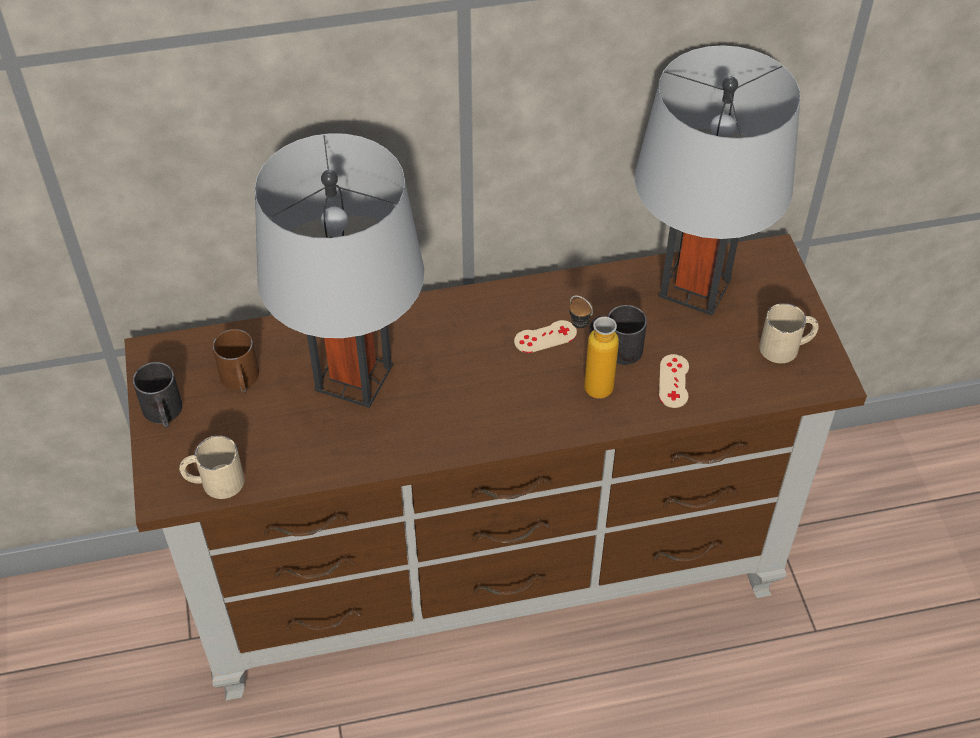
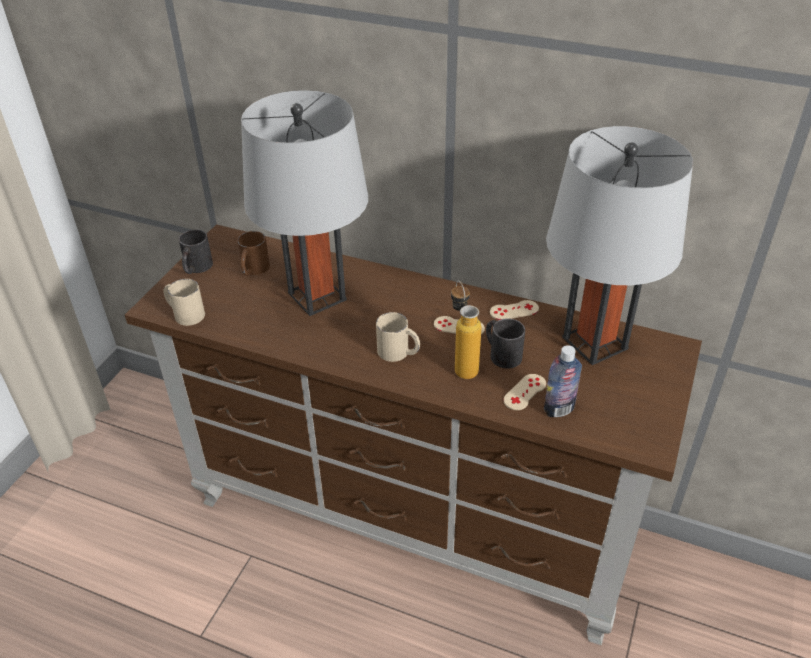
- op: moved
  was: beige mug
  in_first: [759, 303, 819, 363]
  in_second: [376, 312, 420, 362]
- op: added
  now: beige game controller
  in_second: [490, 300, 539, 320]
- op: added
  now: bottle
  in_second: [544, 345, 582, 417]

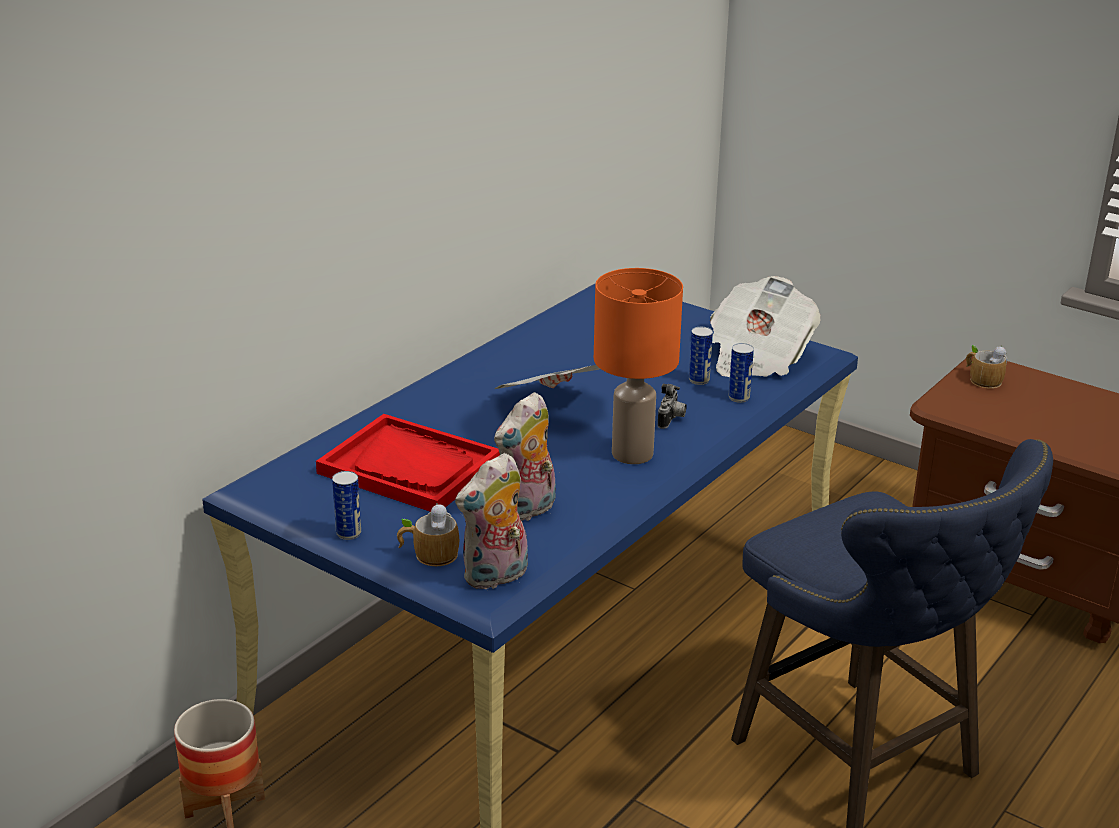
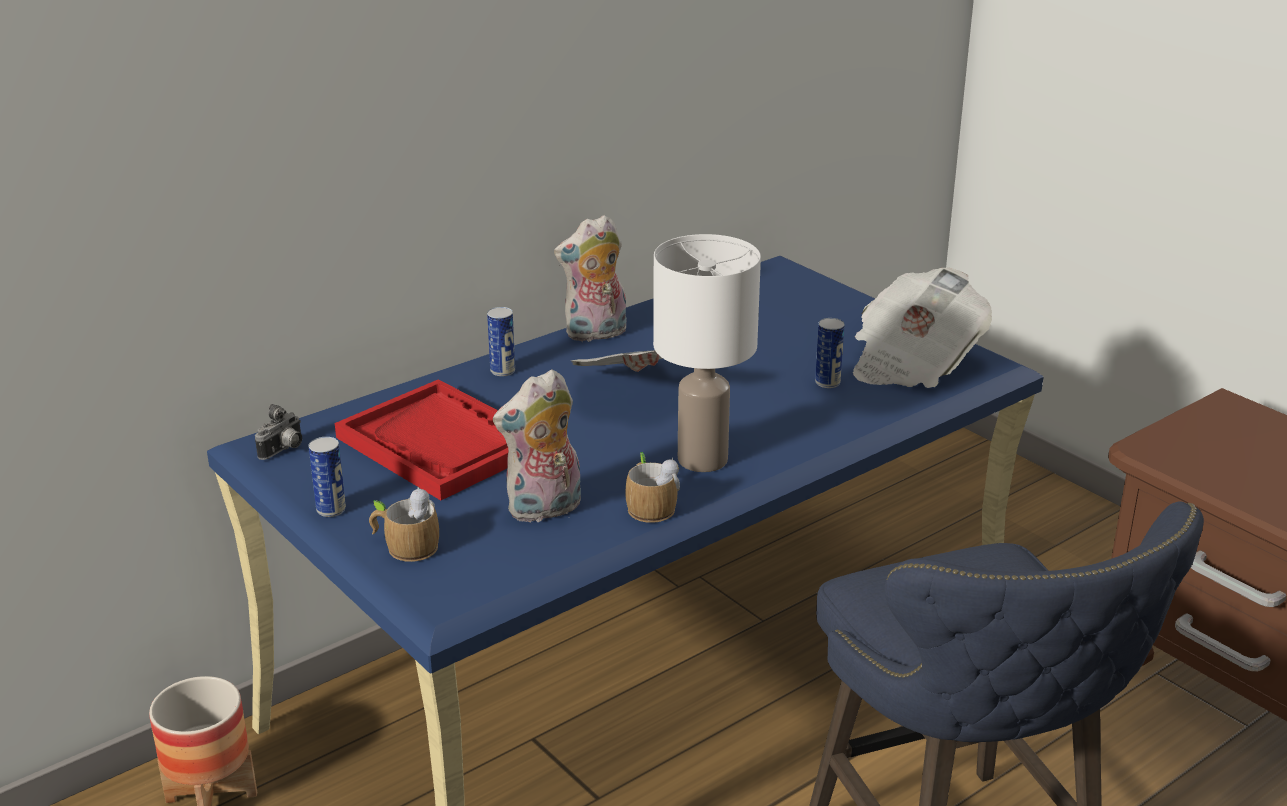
- op: moved
  was: plush toy
  in_first: [455, 453, 528, 591]
  in_second: [554, 215, 627, 342]
- op: recoloured
  was: orange table lamp
  now: white table lamp
  in_first: [594, 268, 683, 464]
  in_second: [653, 234, 761, 472]
- op: moved
  was: photo camera
  in_first: [658, 384, 687, 429]
  in_second: [255, 404, 302, 460]
- op: moved
  was: can
  in_first: [728, 343, 754, 403]
  in_second: [487, 307, 515, 376]
- op: moved
  was: mug
  in_first: [966, 345, 1008, 389]
  in_second: [625, 452, 680, 523]

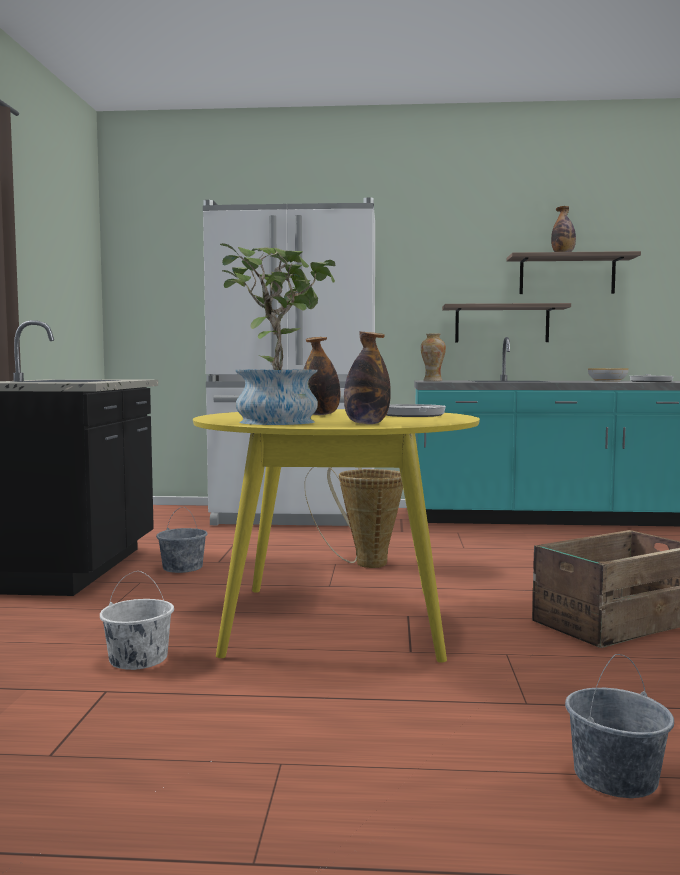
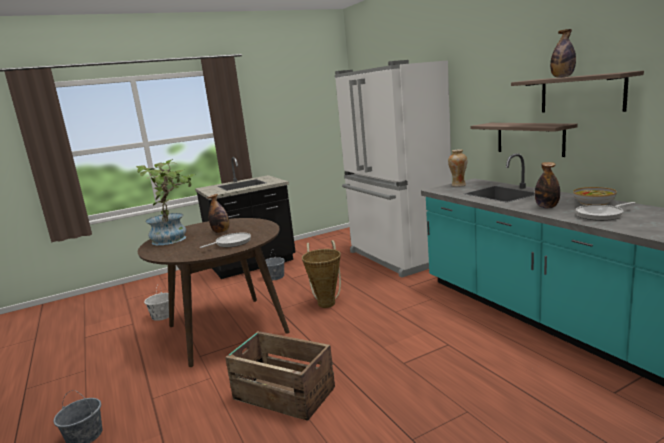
- op: recoloured
  was: yellow dining table
  now: brown dining table
  in_first: [193, 409, 480, 663]
  in_second: [138, 218, 290, 367]
- op: moved
  was: bottle
  in_first: [344, 331, 391, 424]
  in_second: [535, 162, 560, 208]

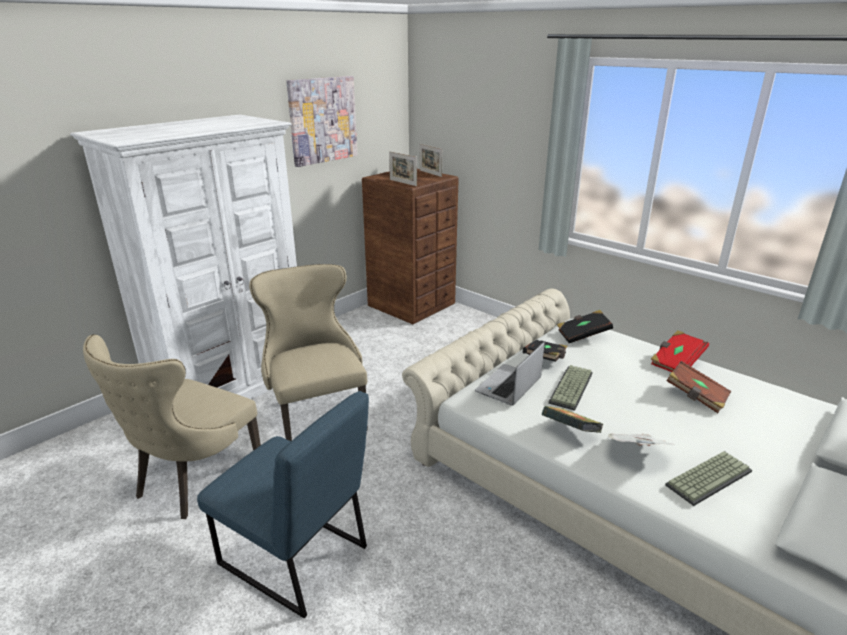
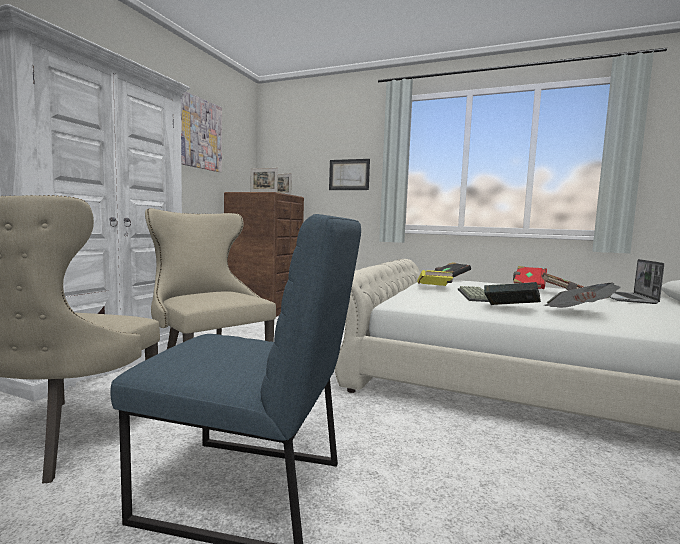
- op: moved
  was: laptop
  in_first: [475, 342, 545, 406]
  in_second: [609, 259, 664, 304]
- op: recoloured
  was: black book
  now: yellow book
  in_first: [523, 340, 568, 362]
  in_second: [417, 270, 454, 286]
- op: removed
  was: keyboard
  in_first: [665, 451, 752, 506]
- op: added
  now: picture
  in_second: [329, 159, 370, 190]

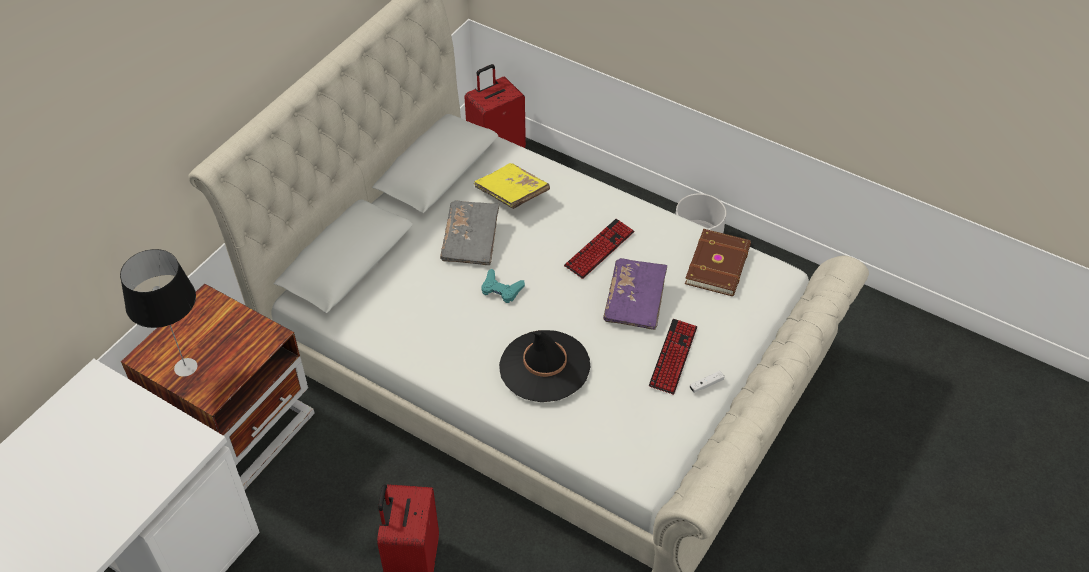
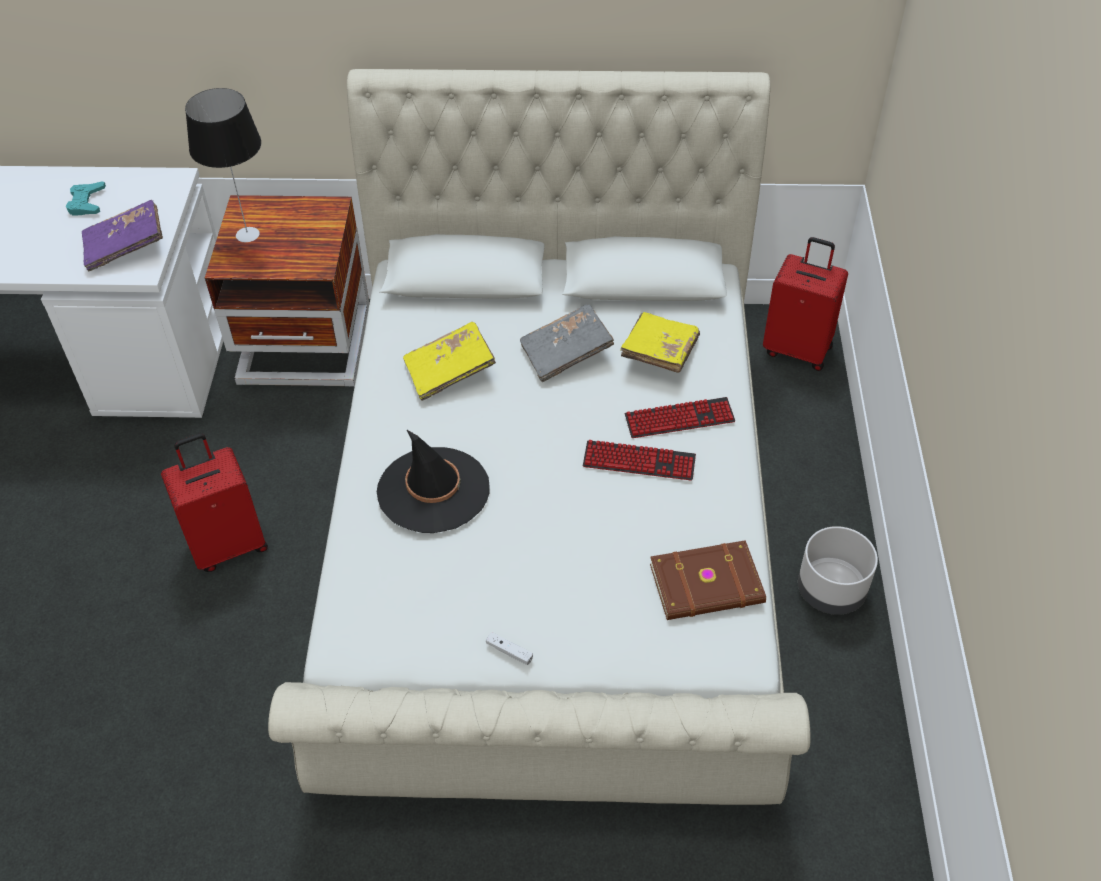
- op: moved
  was: turquoise game controller
  in_first: [481, 268, 525, 303]
  in_second: [66, 182, 106, 216]
- op: moved
  was: purple book
  in_first: [603, 258, 667, 330]
  in_second: [82, 200, 163, 272]
- op: moved
  was: keyboard
  in_first: [649, 319, 697, 395]
  in_second: [624, 397, 735, 438]
- op: added
  now: yellow book
  in_second: [403, 322, 496, 401]

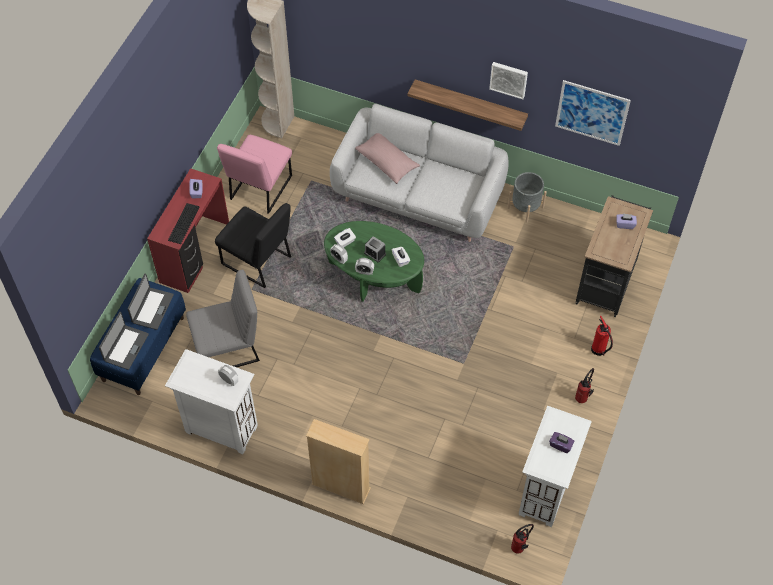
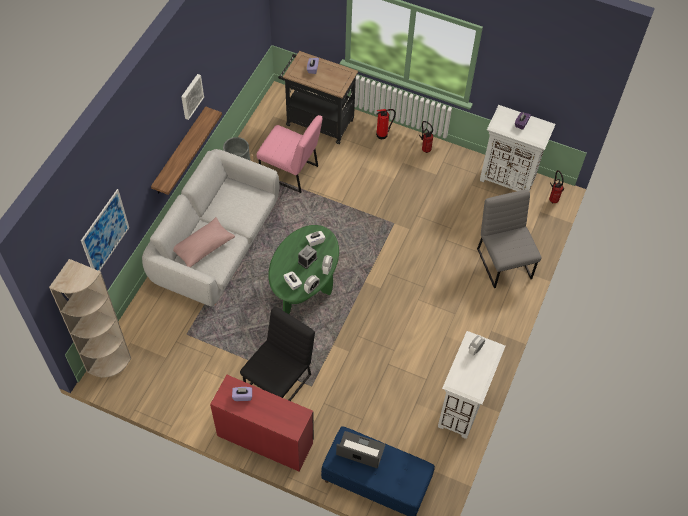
- op: removed
  was: laptop
  in_first: [99, 312, 149, 370]
- op: removed
  was: keyboard
  in_first: [168, 203, 199, 244]
- op: moved
  was: grey chair
  in_first: [186, 269, 260, 367]
  in_second: [477, 189, 541, 288]
- op: moved
  was: pink chair
  in_first: [217, 135, 292, 214]
  in_second: [257, 115, 323, 193]
- op: removed
  was: beige bookcase
  in_first: [306, 419, 371, 504]
- op: moved
  was: picture
  in_first: [555, 80, 631, 146]
  in_second: [81, 189, 129, 271]

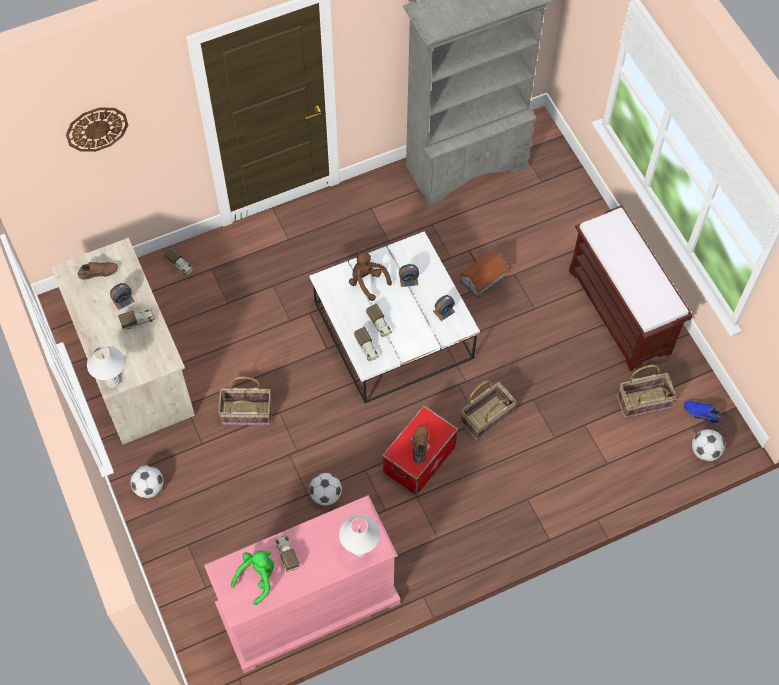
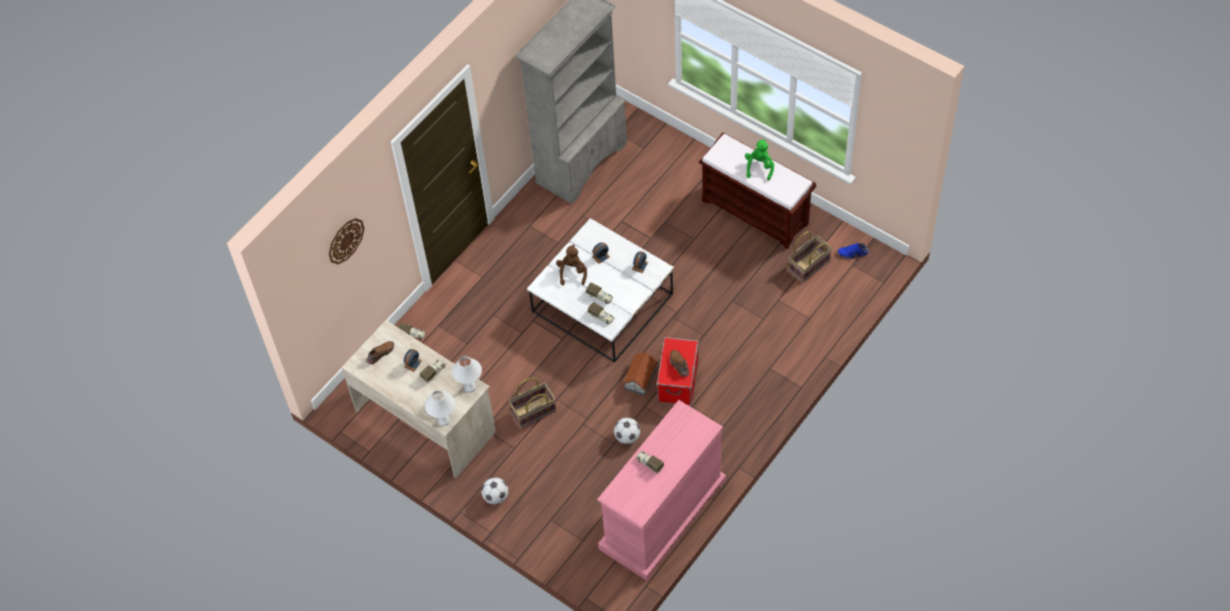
- op: moved
  was: green plush toy
  in_first: [231, 551, 274, 605]
  in_second: [745, 139, 774, 181]
- op: moved
  was: white table lamp
  in_first: [339, 515, 380, 557]
  in_second: [452, 356, 482, 392]
- op: turned
  was: brown plush toy
  in_first: [349, 252, 392, 301]
  in_second: [556, 245, 587, 285]
  clockwise: 75
- op: moved
  was: toy house
  in_first: [459, 252, 509, 298]
  in_second: [623, 352, 658, 395]
- op: removed
  was: basket
  in_first: [460, 380, 517, 441]
- op: removed
  was: football
  in_first: [692, 429, 725, 461]

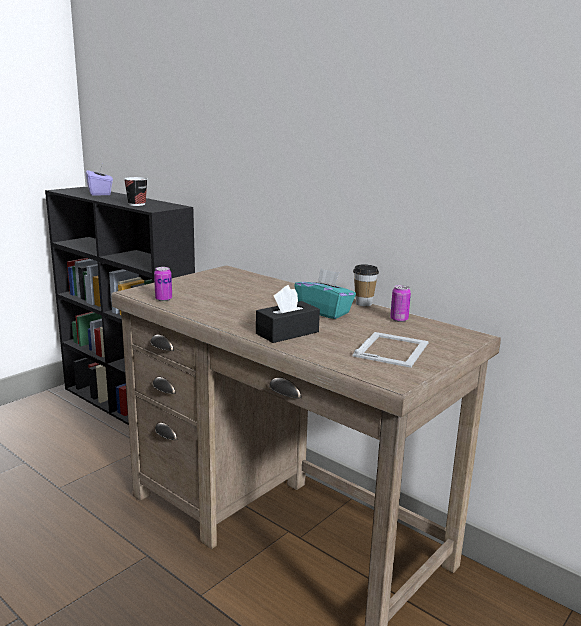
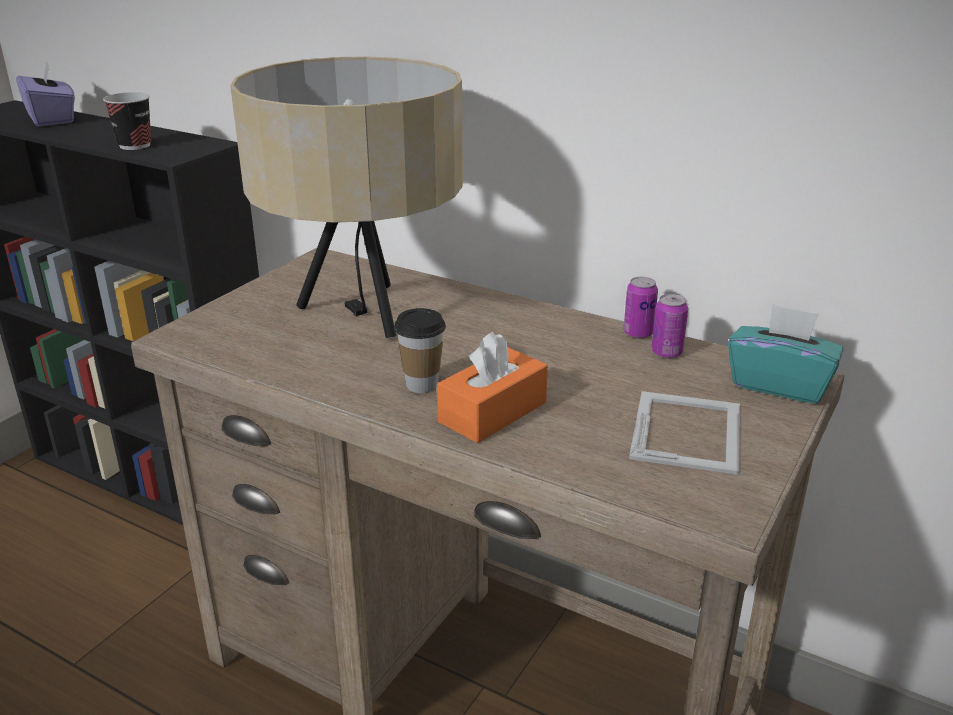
- op: moved
  was: can
  in_first: [154, 267, 172, 301]
  in_second: [624, 277, 658, 339]
- op: recoloured
  was: black tissue box
  now: orange tissue box
  in_first: [256, 285, 320, 343]
  in_second: [437, 331, 548, 443]
- op: moved
  was: turquoise tissue box
  in_first: [294, 269, 356, 319]
  in_second: [728, 304, 843, 404]
- op: moved
  was: cup
  in_first: [353, 265, 379, 306]
  in_second: [394, 308, 446, 393]
- op: added
  now: beige table lamp
  in_second: [230, 56, 463, 338]

